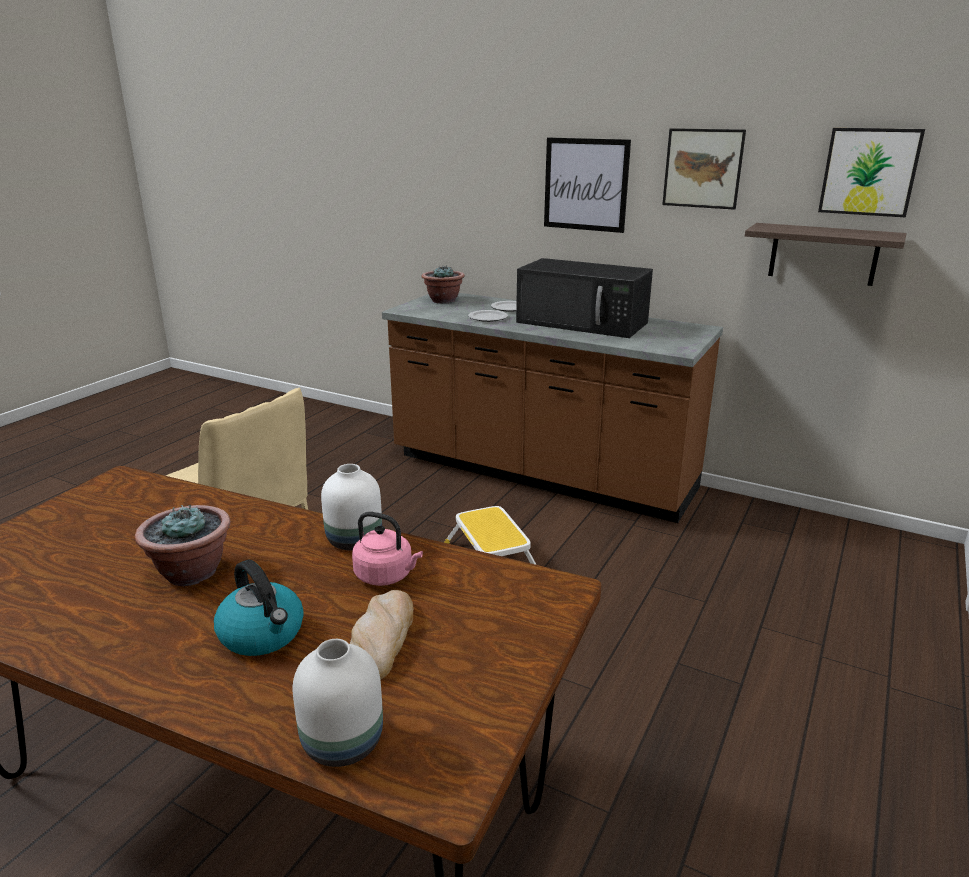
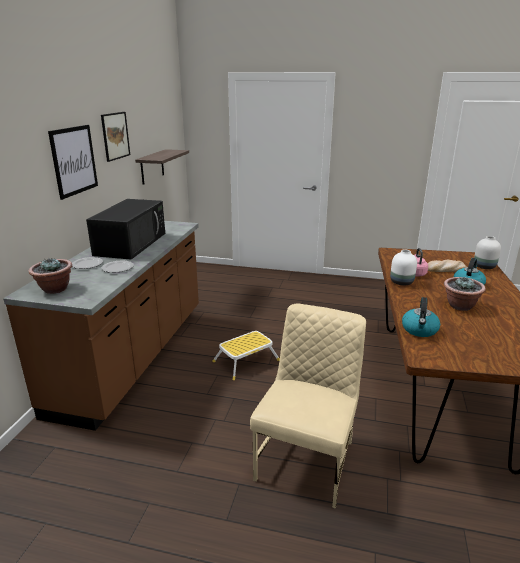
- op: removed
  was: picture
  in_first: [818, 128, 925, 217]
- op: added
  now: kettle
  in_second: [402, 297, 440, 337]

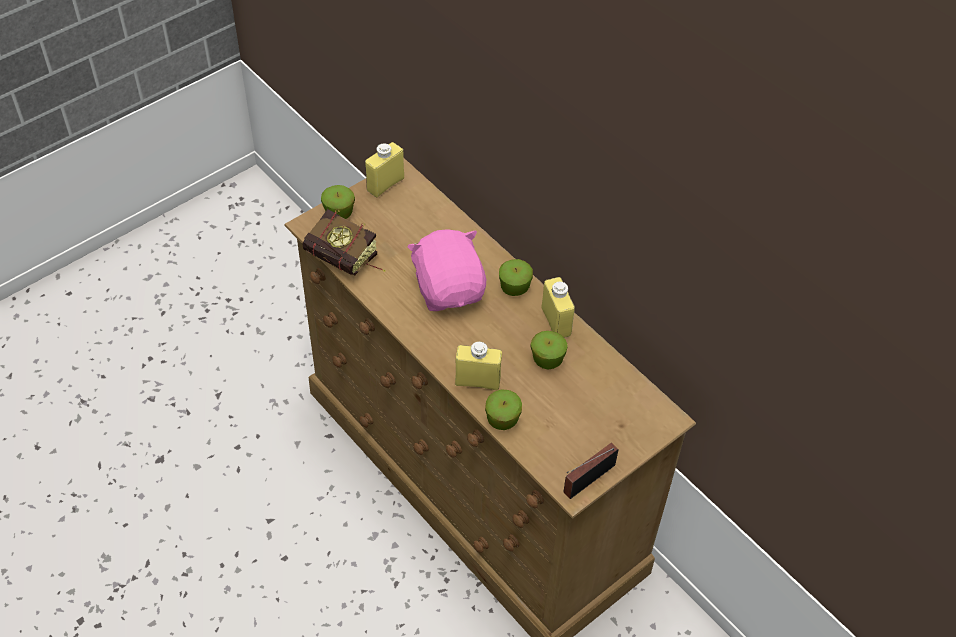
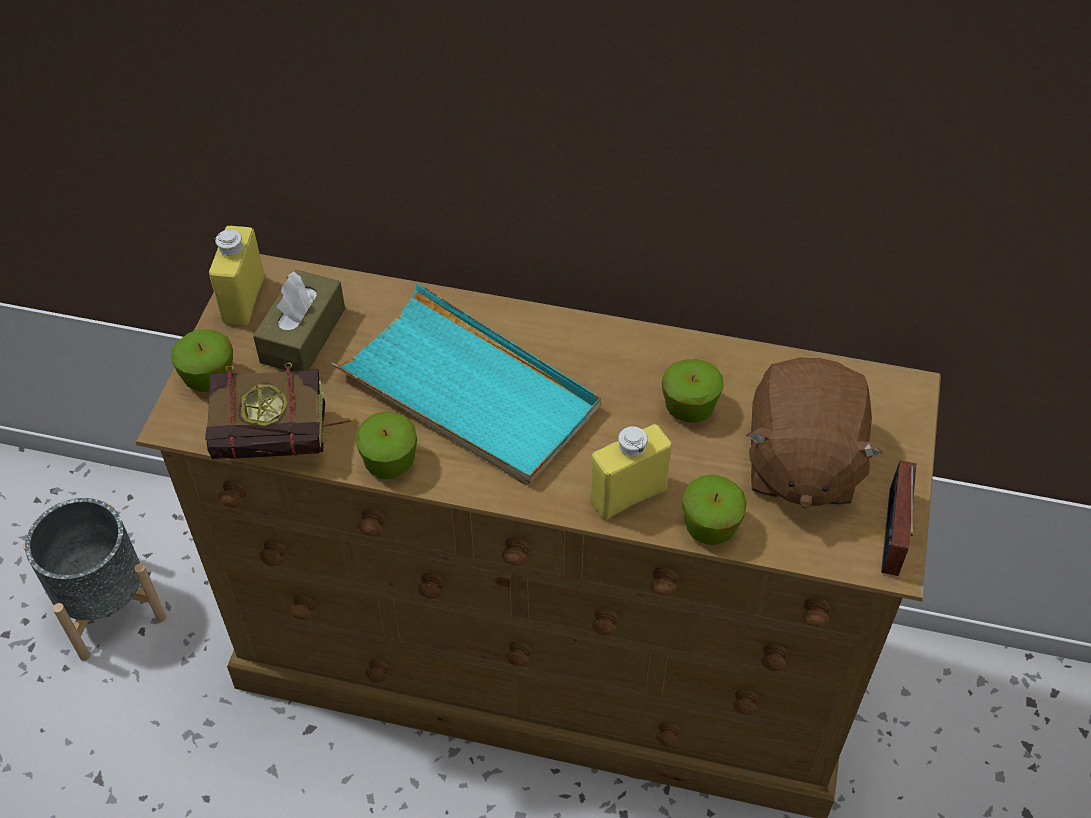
- op: replaced
  was: pink plush toy
  now: turquoise tray
  in_first: [407, 230, 486, 311]
  in_second: [331, 283, 601, 485]
- op: moved
  was: apple
  in_first: [499, 259, 533, 296]
  in_second: [355, 412, 417, 479]
- op: removed
  was: yellow bottle
  in_first: [541, 277, 575, 338]
- op: added
  now: grey planter
  in_second: [23, 498, 167, 661]
- op: added
  now: brown tissue box
  in_second: [253, 269, 345, 372]
- op: added
  now: brown plush toy
  in_second: [746, 357, 882, 509]

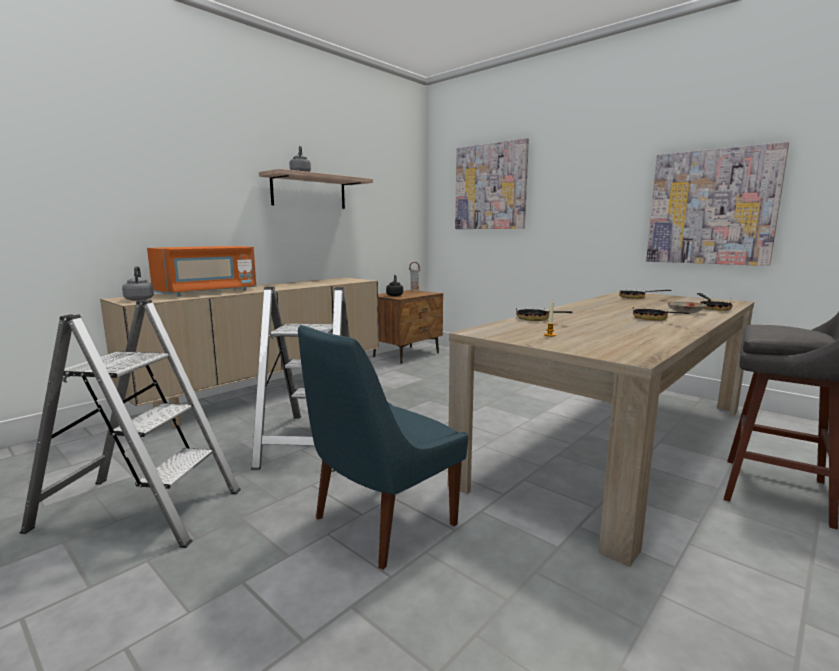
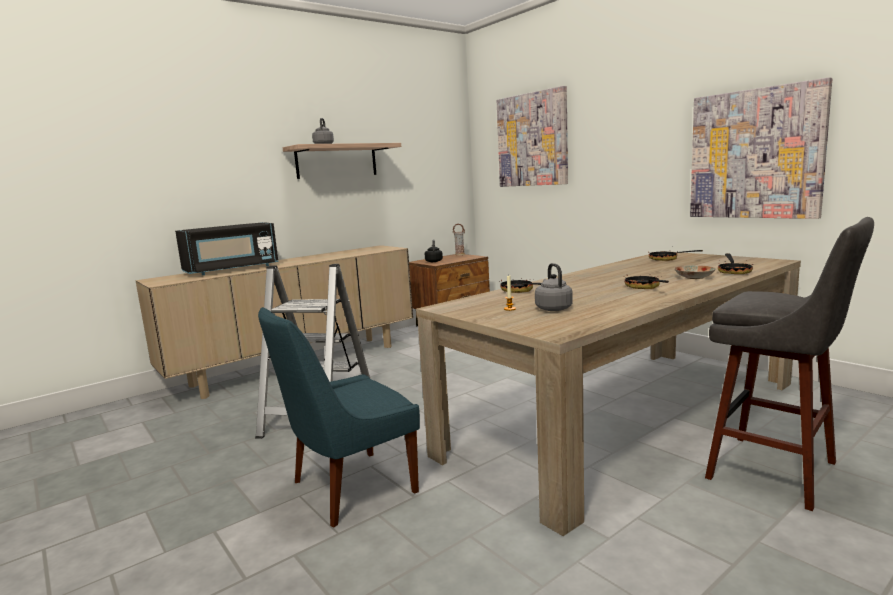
- op: removed
  was: grey step ladder
  in_first: [20, 300, 241, 548]
- op: moved
  was: grey kettle
  in_first: [122, 266, 154, 301]
  in_second: [535, 263, 573, 311]
- op: recoloured
  was: orange microwave
  now: black microwave
  in_first: [147, 246, 257, 296]
  in_second: [175, 222, 278, 275]

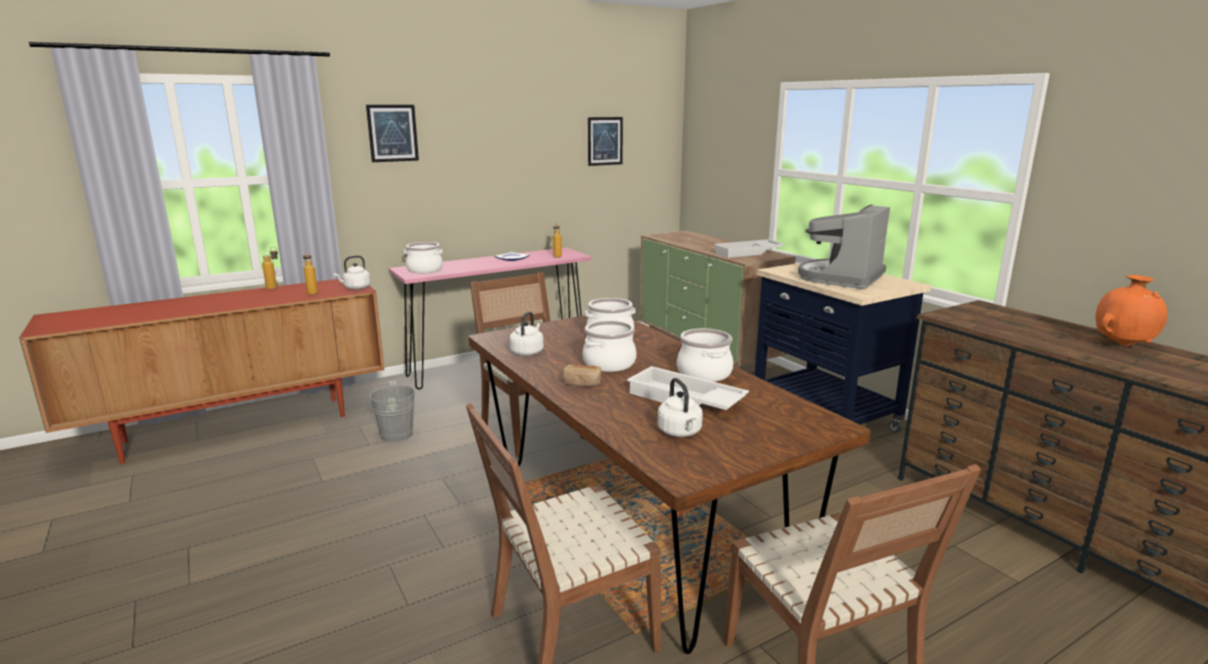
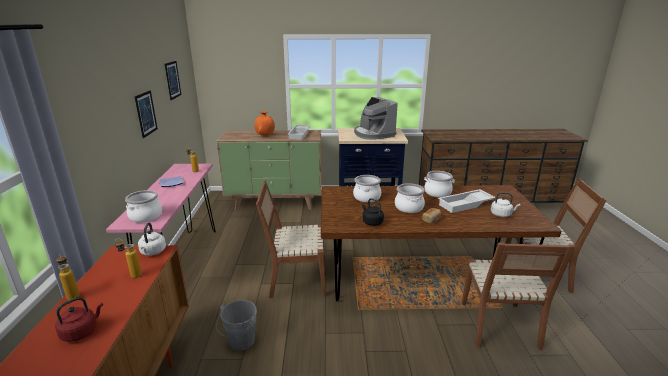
- op: moved
  was: picture
  in_first: [366, 105, 419, 162]
  in_second: [135, 90, 158, 138]
- op: recoloured
  was: white kettle
  now: black kettle
  in_first: [509, 311, 544, 356]
  in_second: [362, 198, 384, 226]
- op: moved
  was: orange vase
  in_first: [1096, 275, 1167, 346]
  in_second: [254, 111, 275, 137]
- op: added
  now: red kettle
  in_second: [55, 297, 103, 342]

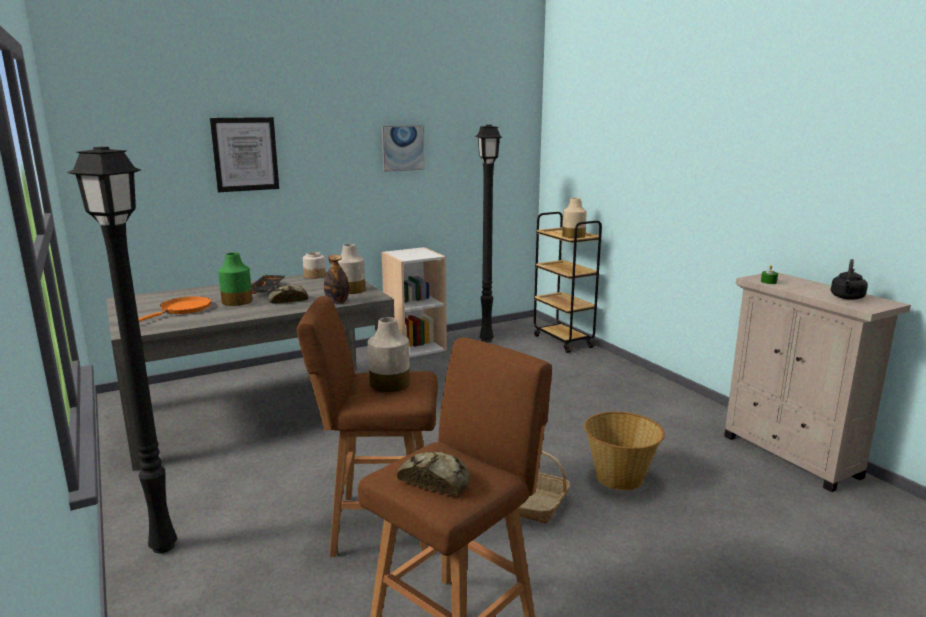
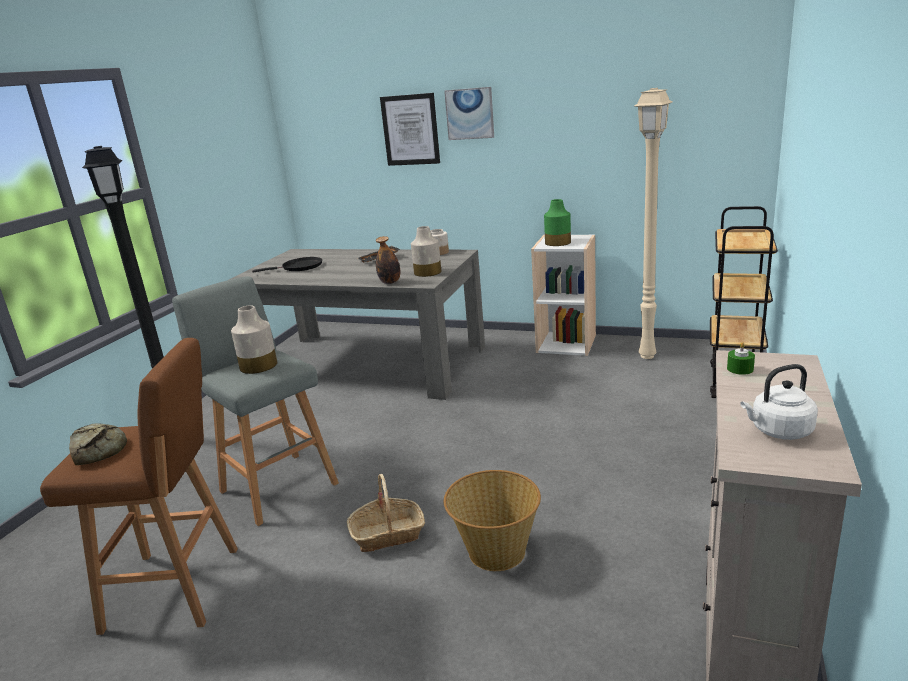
- op: recoloured
  was: orange frying pan
  now: black frying pan
  in_first: [138, 296, 211, 322]
  in_second: [252, 257, 322, 273]
- op: moved
  was: green vase
  in_first: [218, 252, 253, 306]
  in_second: [544, 199, 571, 246]
- op: removed
  was: bread
  in_first: [268, 284, 308, 304]
- op: recoloured
  was: brown stool
  now: grey stool
  in_first: [297, 296, 438, 557]
  in_second: [172, 276, 339, 526]
- op: moved
  was: picture
  in_first: [382, 125, 424, 172]
  in_second: [444, 87, 494, 140]
- op: recoloured
  was: black floor lamp
  now: beige floor lamp
  in_first: [475, 125, 502, 343]
  in_second: [634, 88, 672, 359]
- op: removed
  was: beige vase
  in_first: [562, 198, 587, 238]
- op: recoloured
  was: black kettle
  now: white kettle
  in_first: [831, 259, 868, 300]
  in_second: [740, 364, 818, 440]

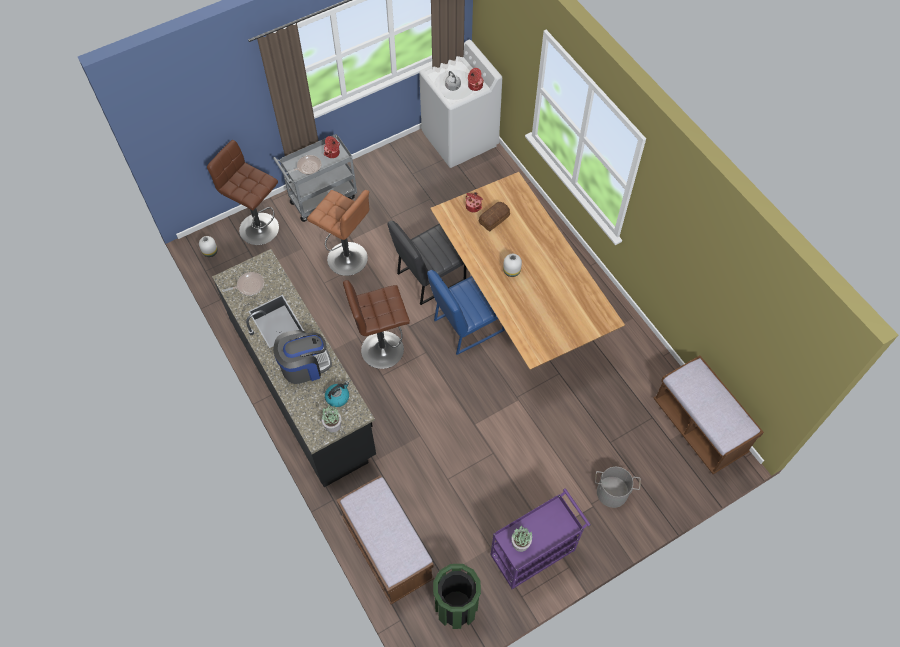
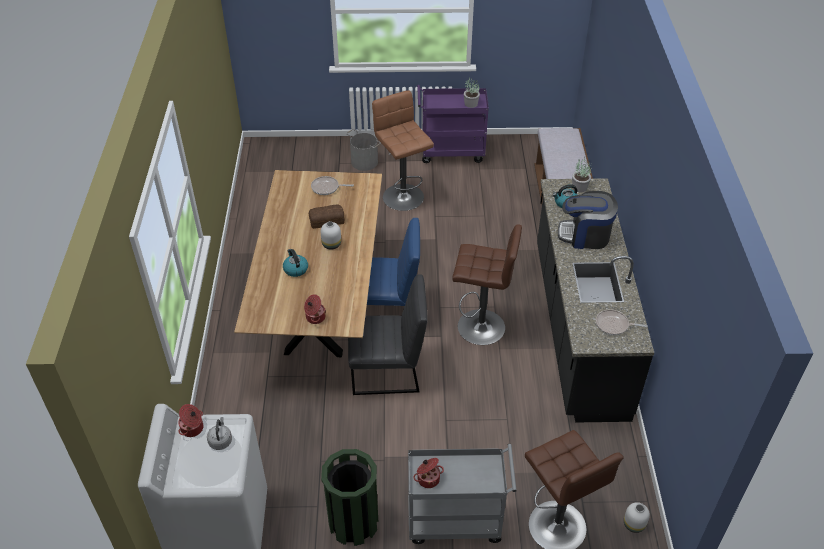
- op: moved
  was: frying pan
  in_first: [285, 155, 321, 175]
  in_second: [311, 176, 354, 195]
- op: moved
  was: brown stool
  in_first: [307, 190, 369, 276]
  in_second: [372, 90, 434, 211]
- op: moved
  was: green trash can
  in_first: [433, 564, 481, 629]
  in_second: [321, 449, 378, 546]
- op: moved
  was: bread
  in_first: [479, 202, 510, 231]
  in_second: [309, 204, 345, 229]
- op: removed
  was: brown bench
  in_first: [654, 356, 764, 474]
- op: added
  now: kettle
  in_second: [283, 249, 308, 277]

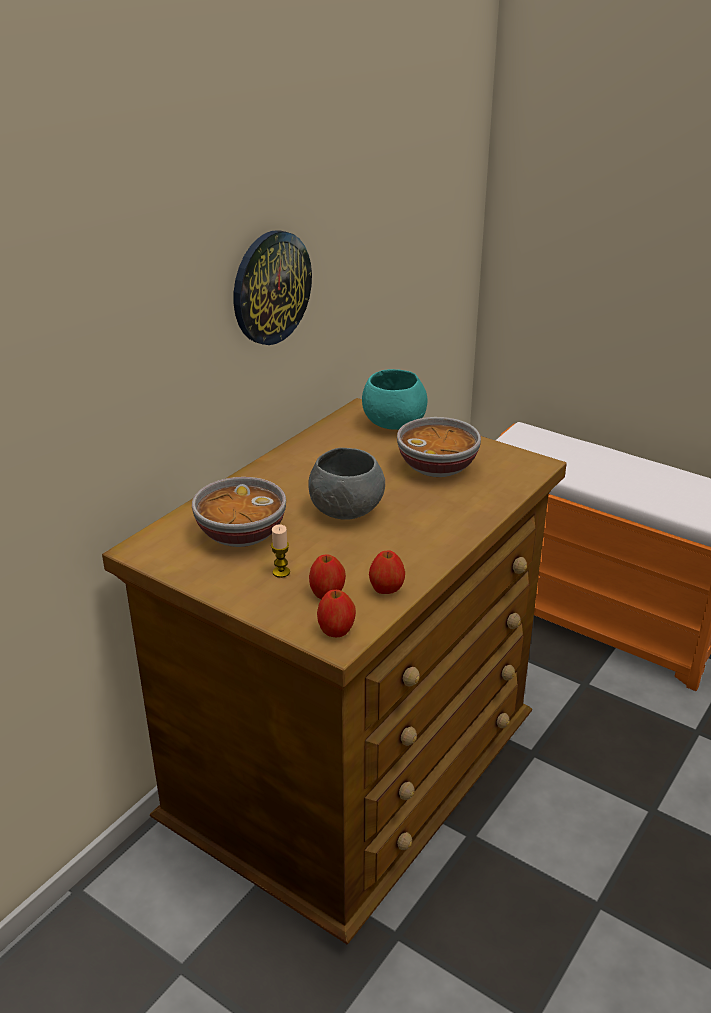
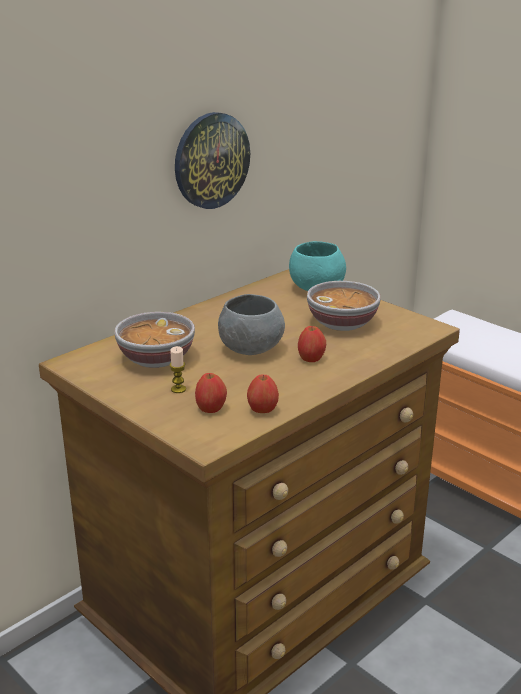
- op: moved
  was: apple
  in_first: [317, 590, 356, 638]
  in_second: [298, 326, 326, 362]

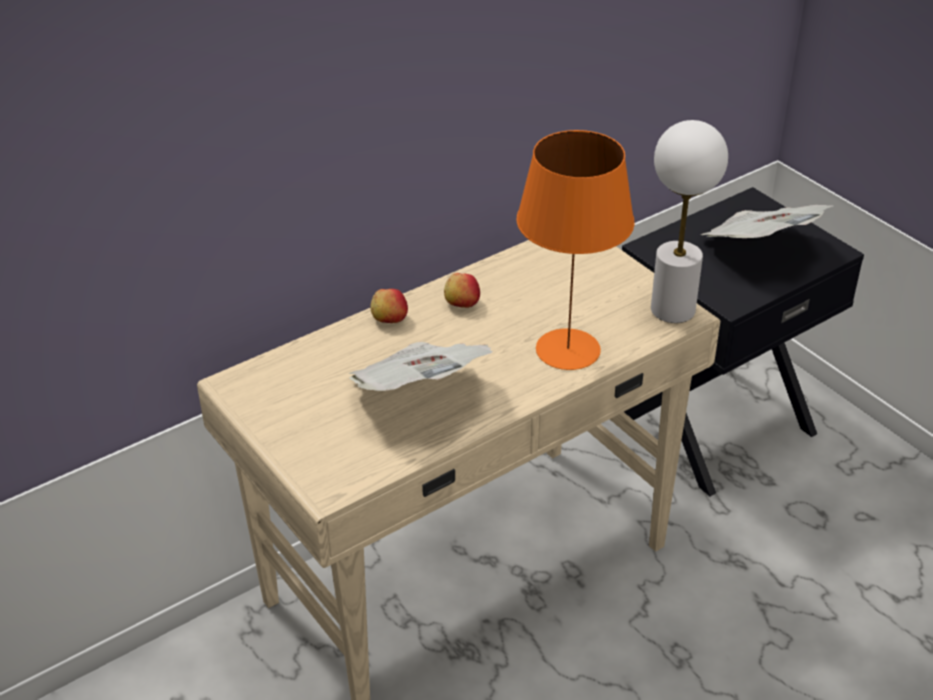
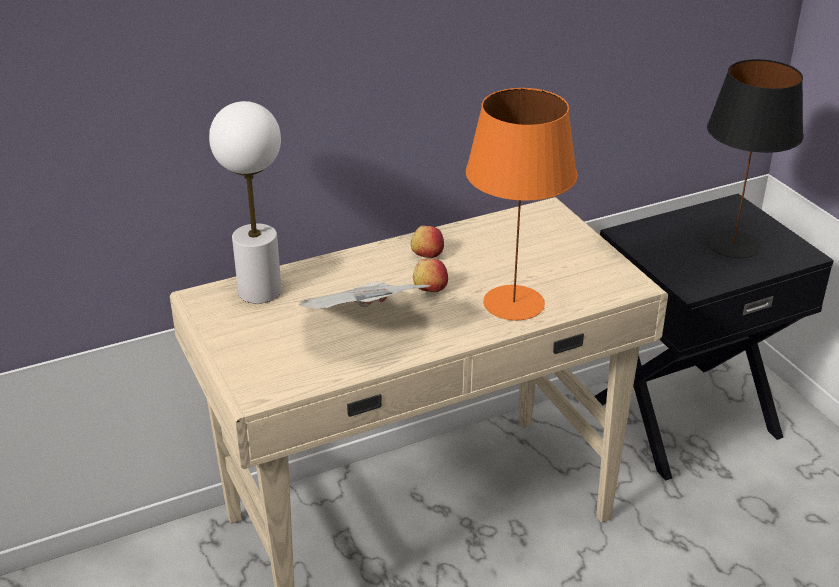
- op: moved
  was: apple
  in_first: [371, 289, 408, 323]
  in_second: [413, 259, 448, 292]
- op: moved
  was: white table lamp
  in_first: [651, 120, 728, 323]
  in_second: [209, 101, 282, 304]
- op: replaced
  was: newspaper
  now: black table lamp
  in_first: [701, 205, 833, 238]
  in_second: [707, 59, 804, 258]

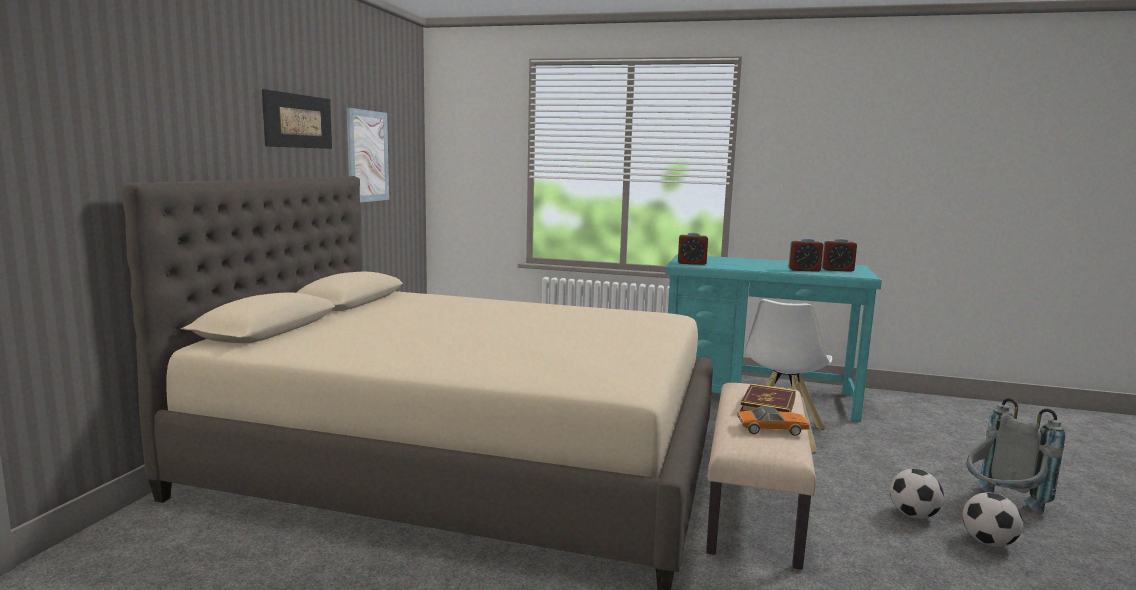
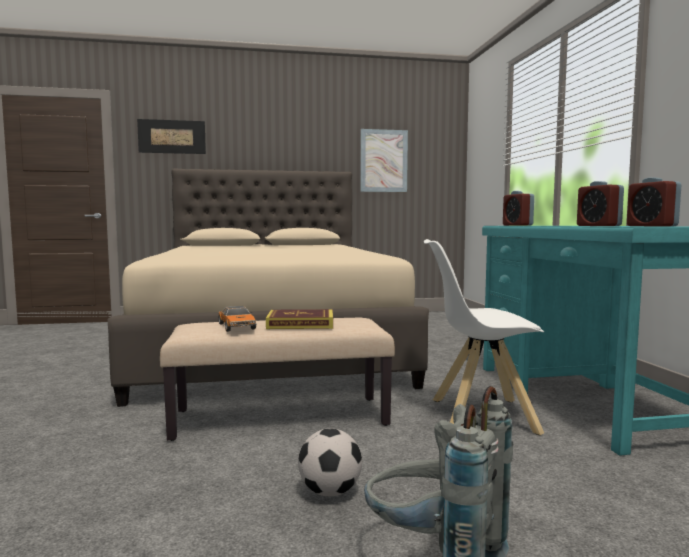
- op: moved
  was: picture
  in_first: [262, 89, 332, 149]
  in_second: [137, 119, 206, 154]
- op: removed
  was: football
  in_first: [962, 493, 1023, 547]

